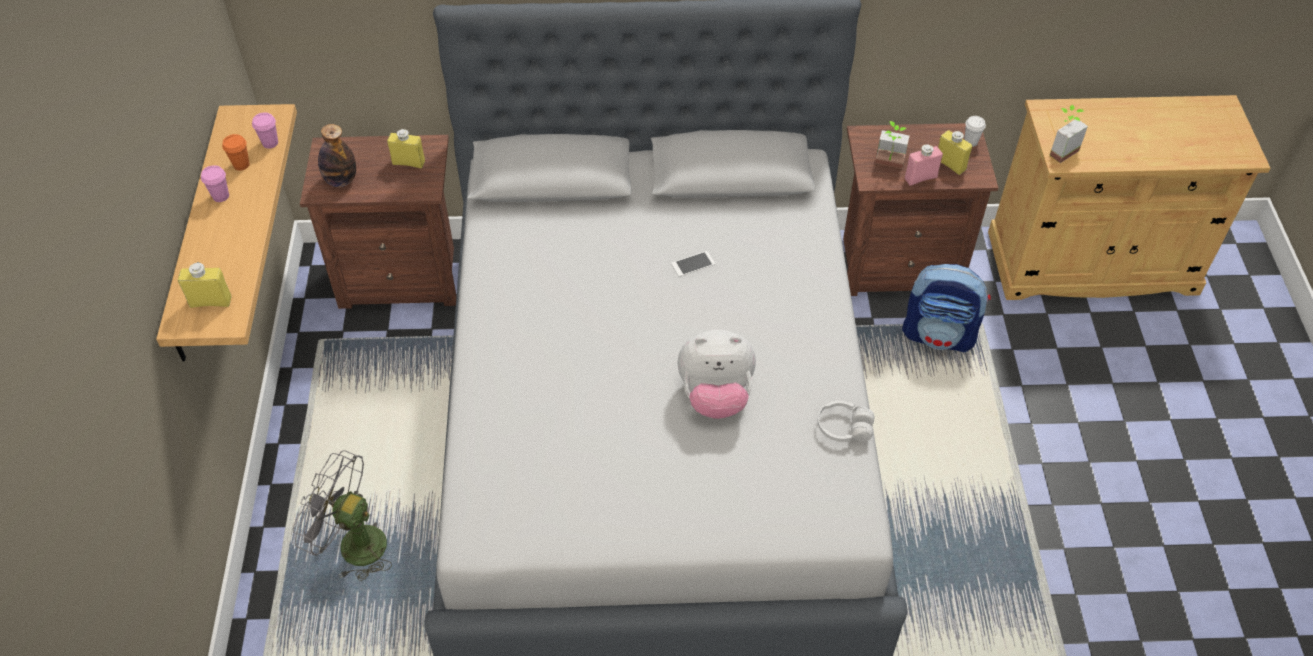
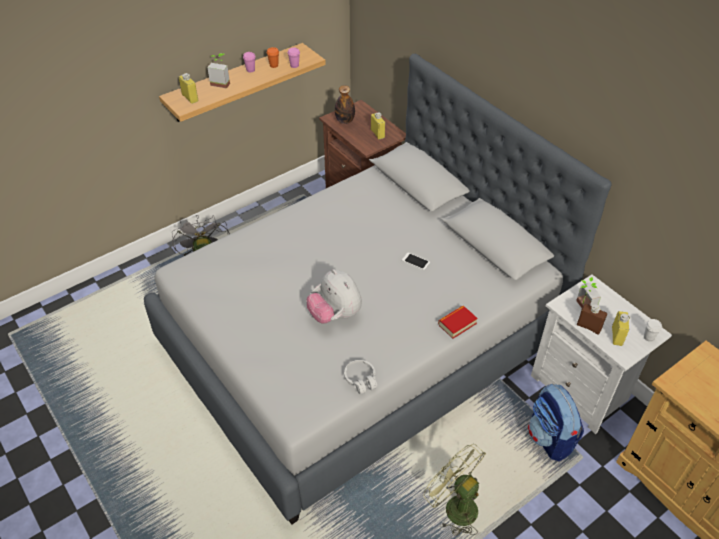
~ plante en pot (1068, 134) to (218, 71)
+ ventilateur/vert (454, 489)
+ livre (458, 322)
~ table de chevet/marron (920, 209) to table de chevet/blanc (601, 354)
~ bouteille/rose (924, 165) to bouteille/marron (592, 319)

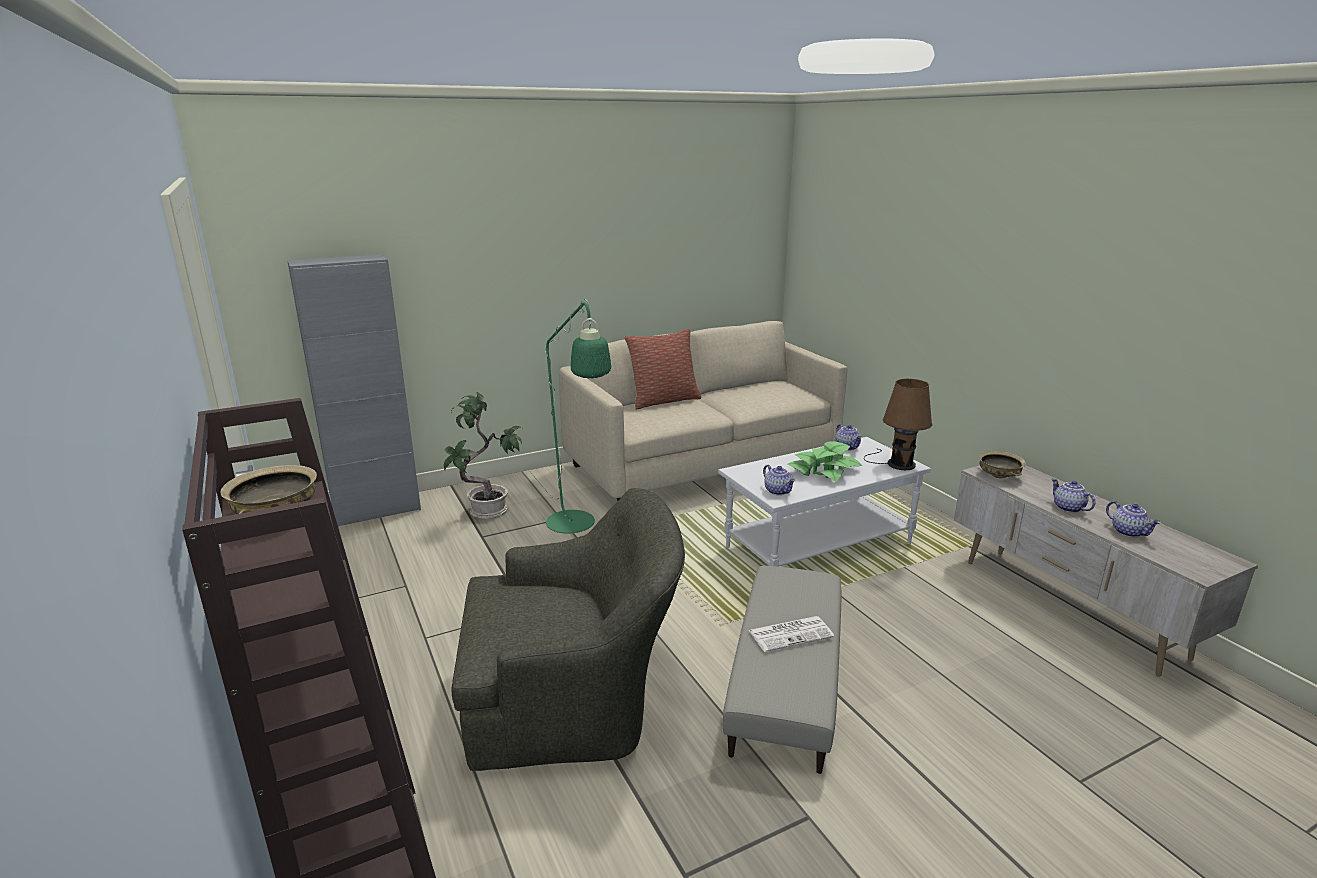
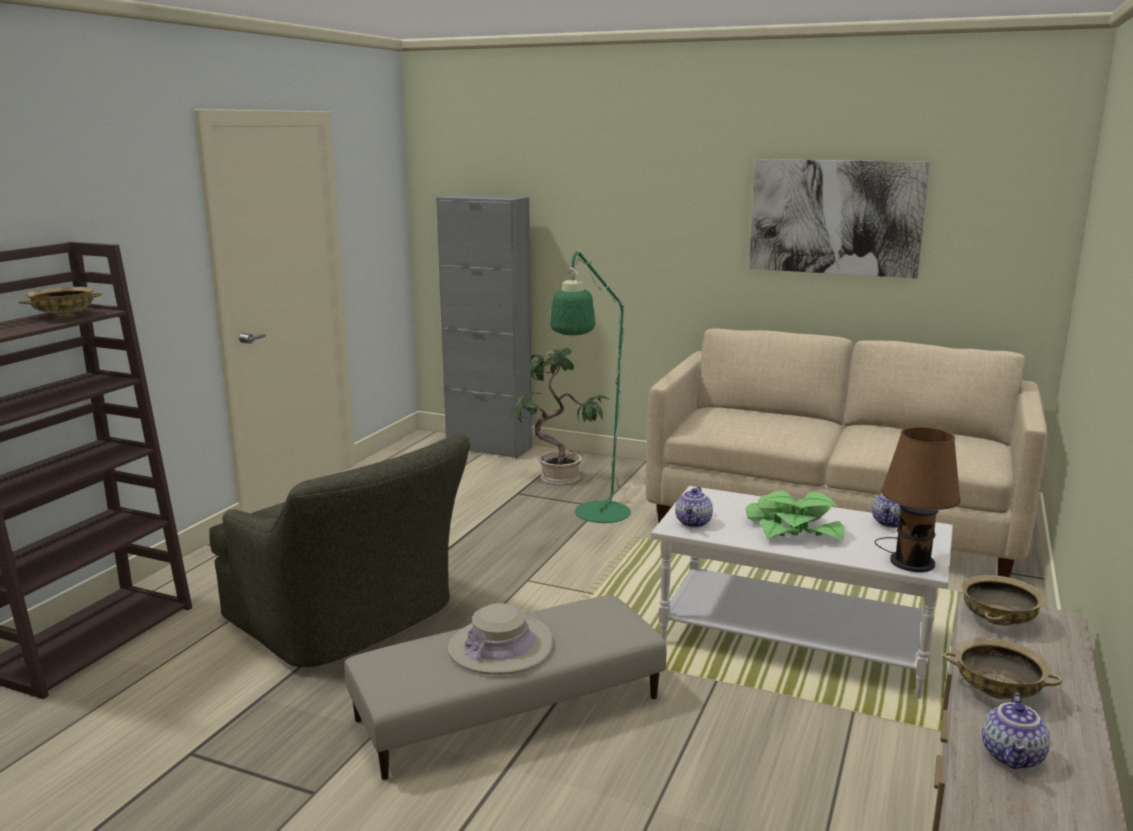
~ journal (791, 634) to chapeau/beige (500, 639)
+ tableau (839, 218)
~ théière (1073, 496) to bol/beige (1002, 668)
- coussin (662, 369)

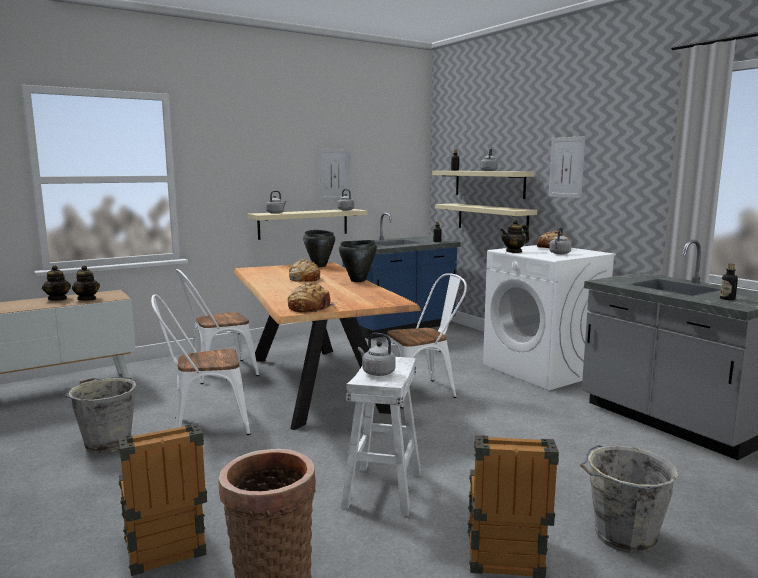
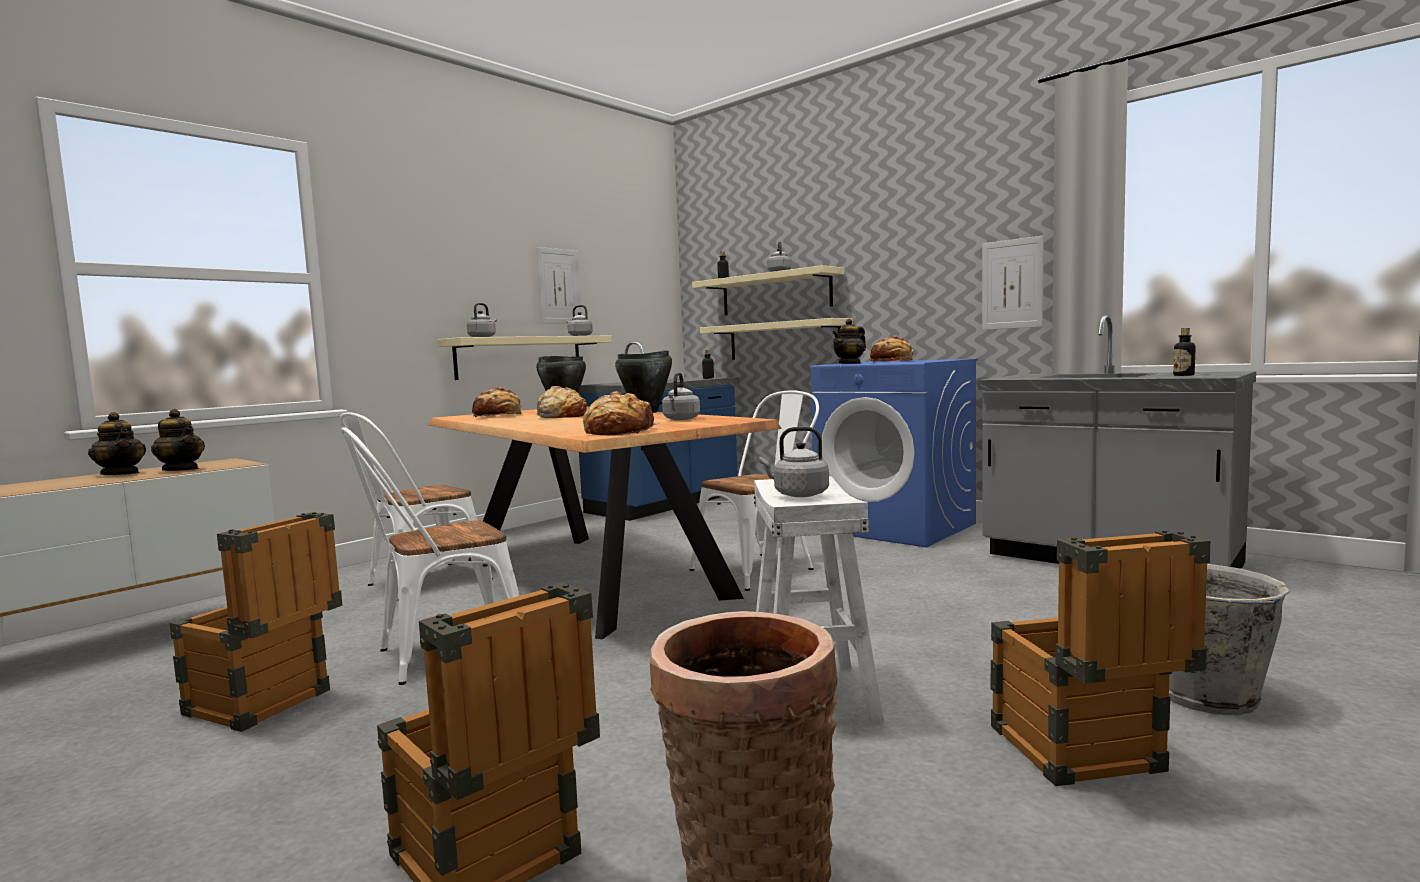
~ seau/gris (100, 415) to caisse (255, 622)
+ pain (496, 402)
~ bouilloire/gris (560, 240) to (681, 396)
~ lave-linge/blanc (549, 318) to lave-linge/bleu (894, 453)
~ tableau (566, 167) to (1013, 283)

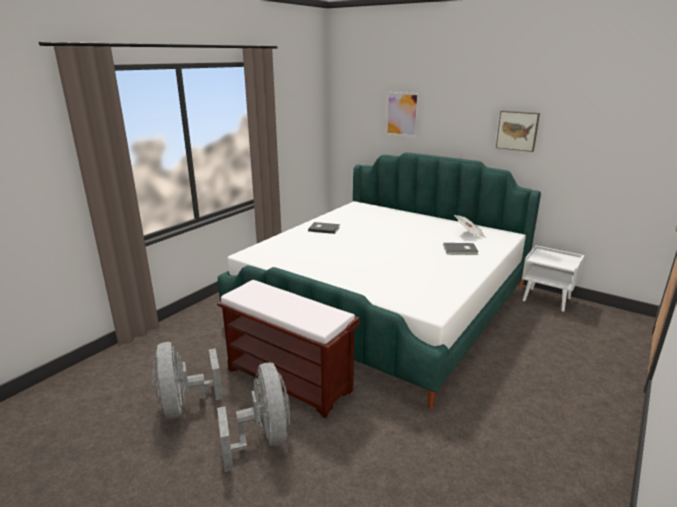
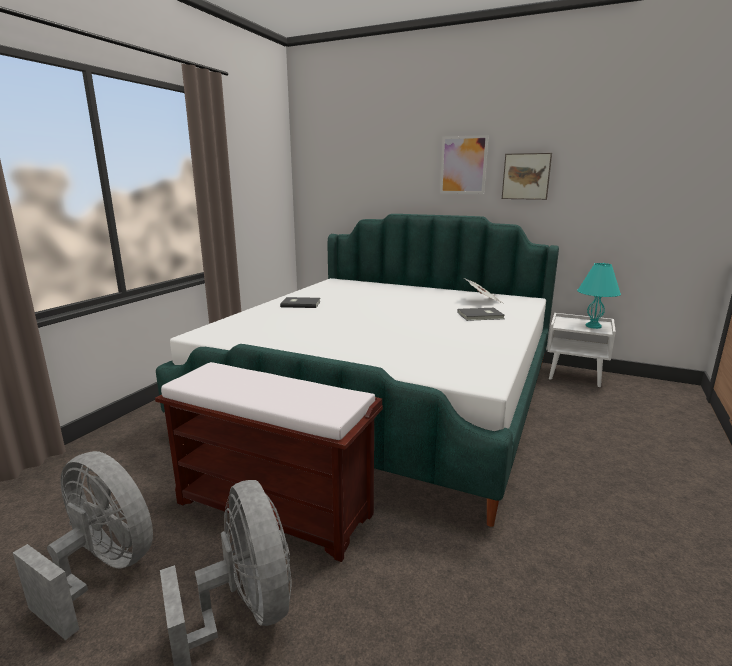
~ ventilateur/gris (187, 380) = (83, 545) 150 degrees clockwise
~ tableau (403, 115) to (464, 164)
+ lampe de table/turquoise (599, 296)

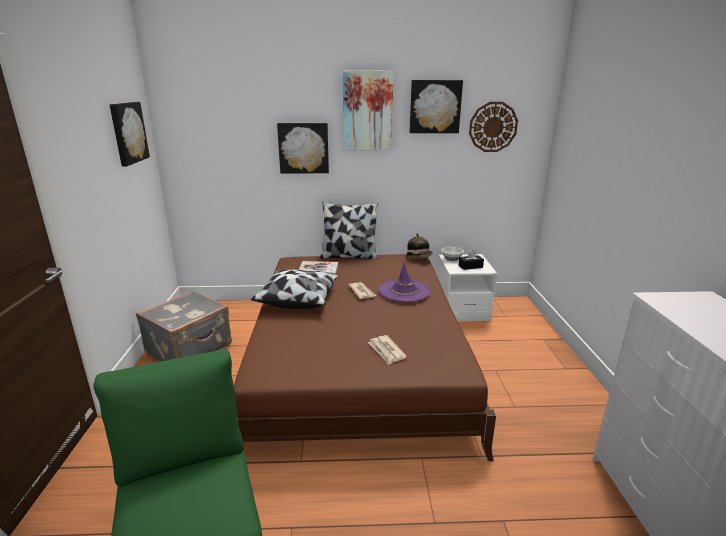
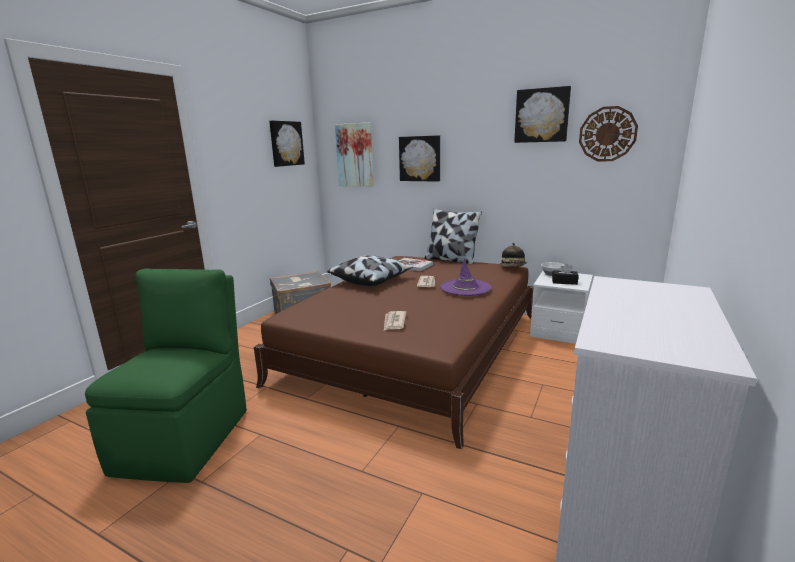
~ tableau (368, 110) to (354, 155)

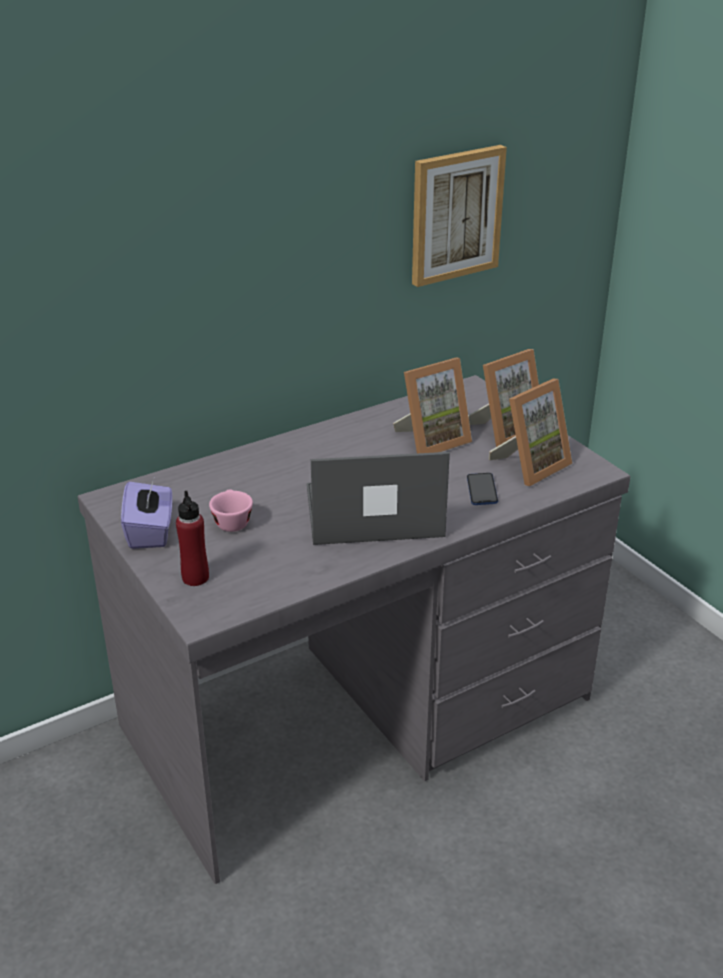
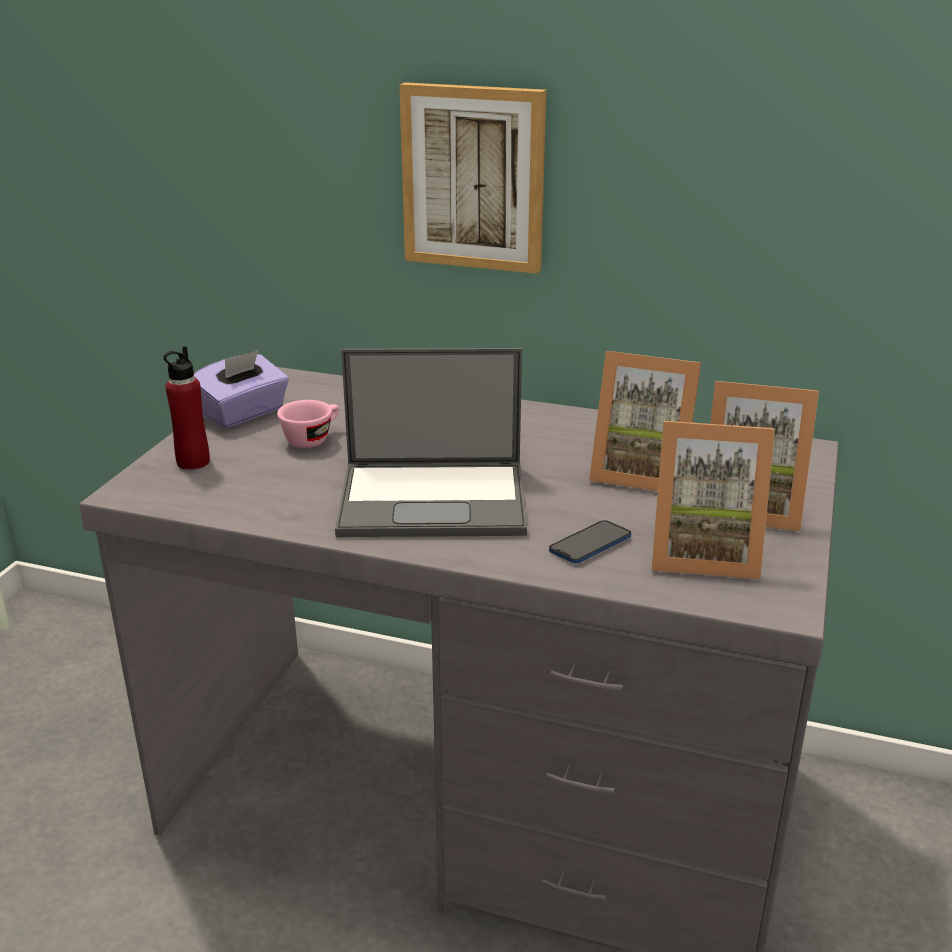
~ ordinateur portable (378, 498) = (431, 442) 135 degrees clockwise
~ tableau (459, 216) to (472, 178)

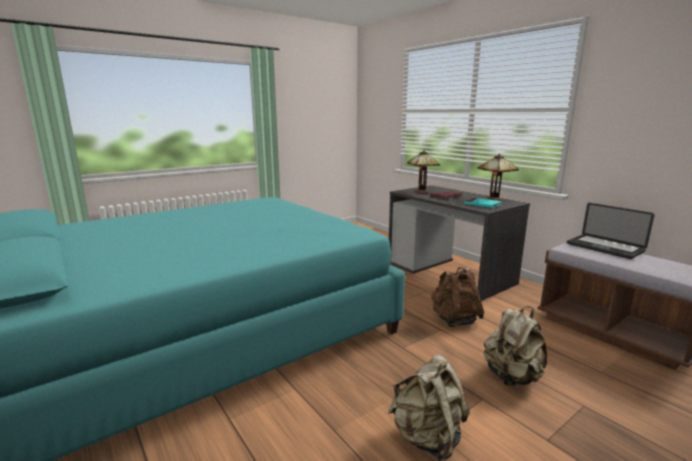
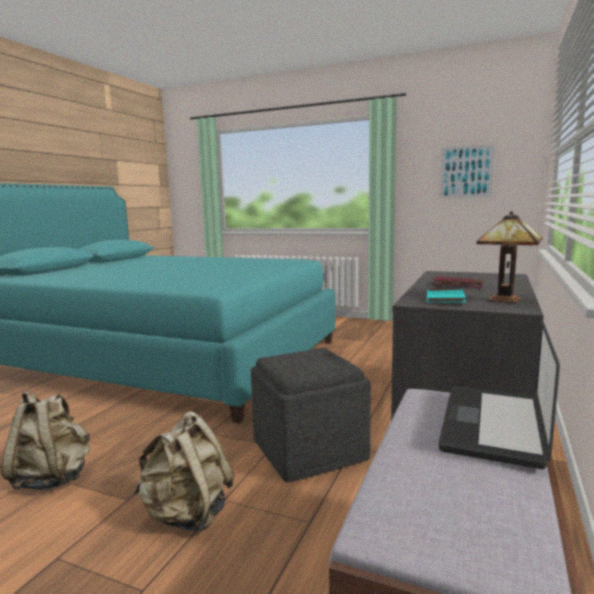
~ sac à dos/marron (457, 297) to pouf/gris (311, 415)
+ tableau (467, 171)
- lampe de table (423, 171)

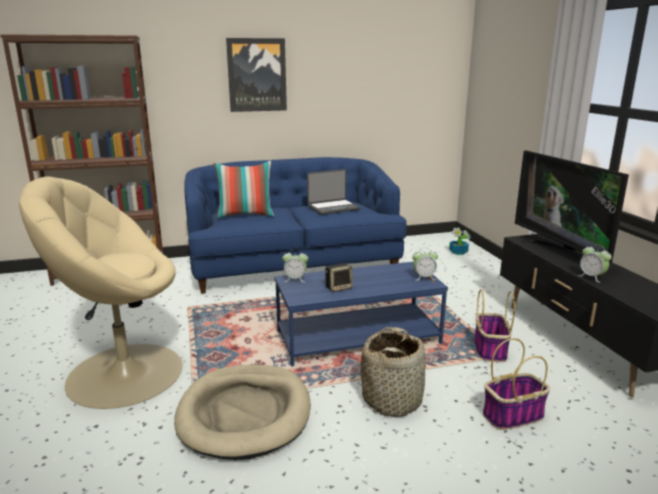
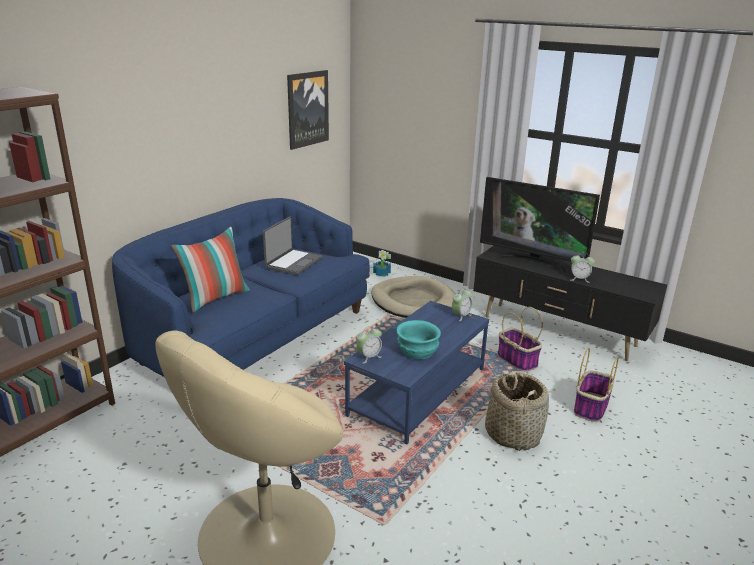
~ tableau (256, 75) to (308, 110)
~ panier pour chien/beige (242, 412) to (413, 297)
~ enceinte (339, 277) to bol/turquoise (419, 339)

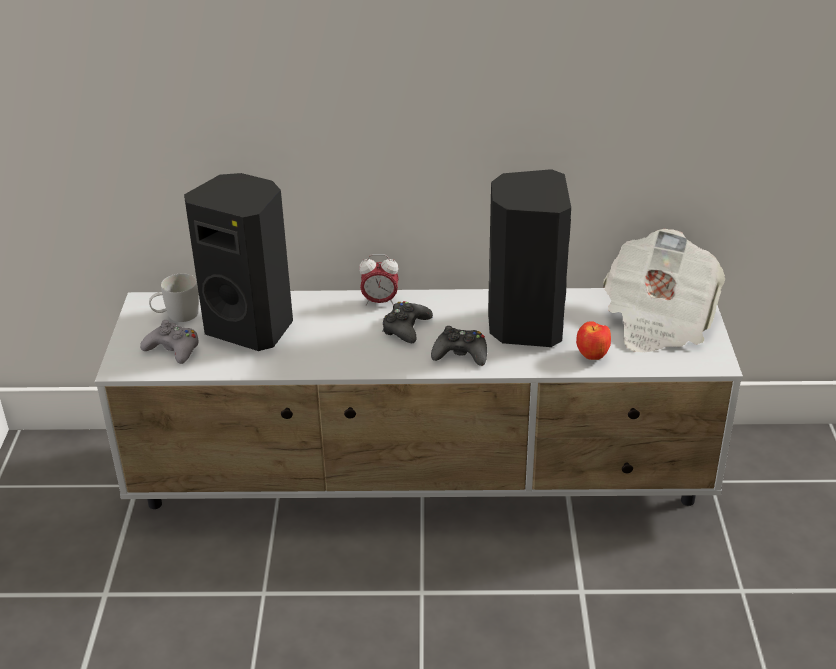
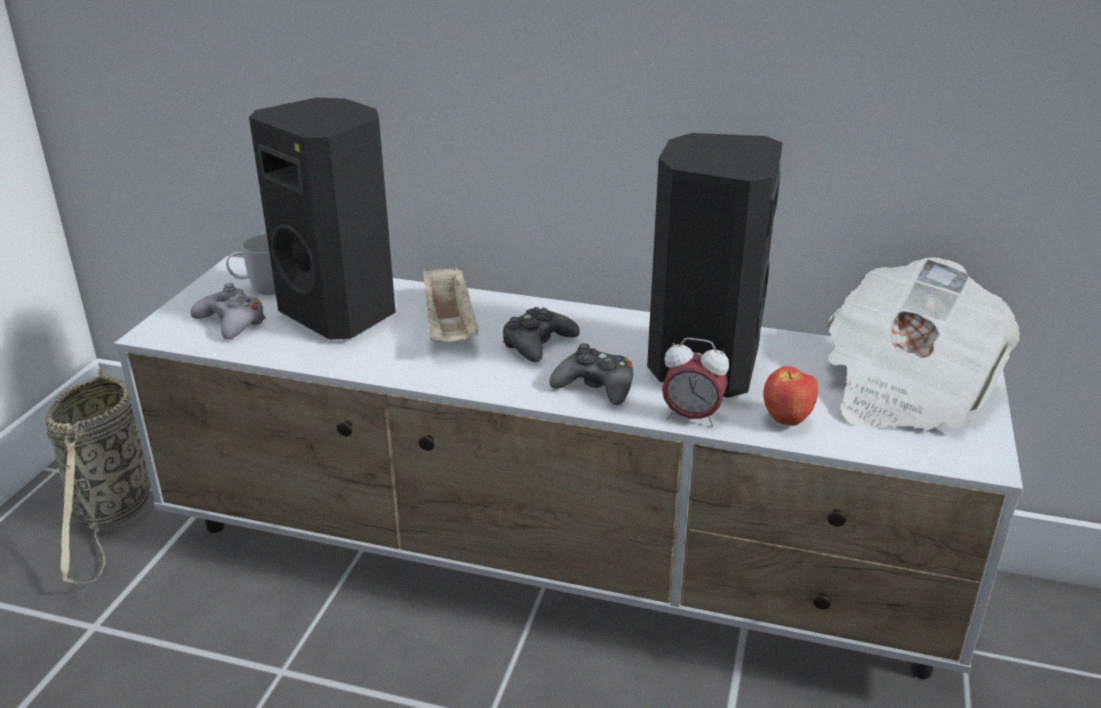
+ panier (98, 476)
+ plateau/beige (451, 304)
~ réveil (379, 280) to (695, 382)

